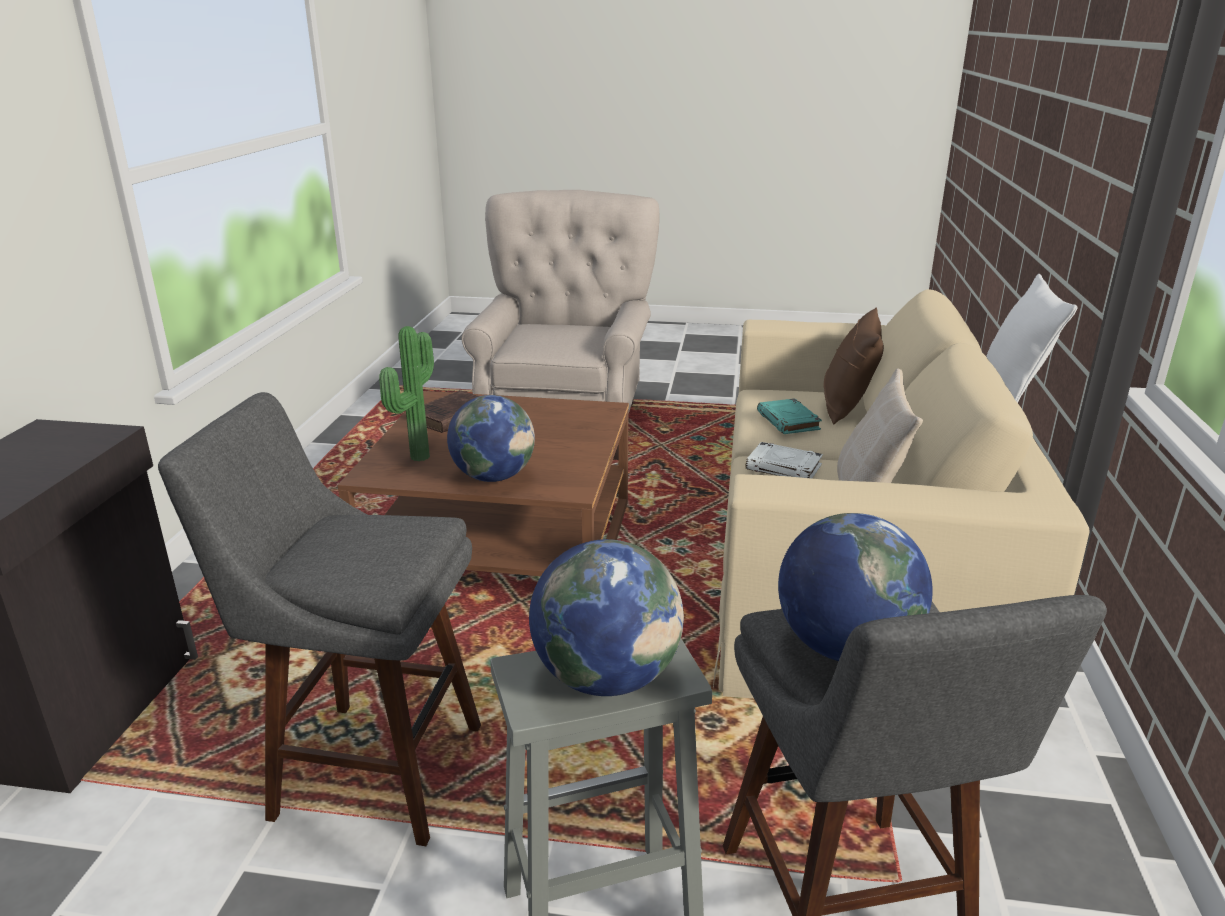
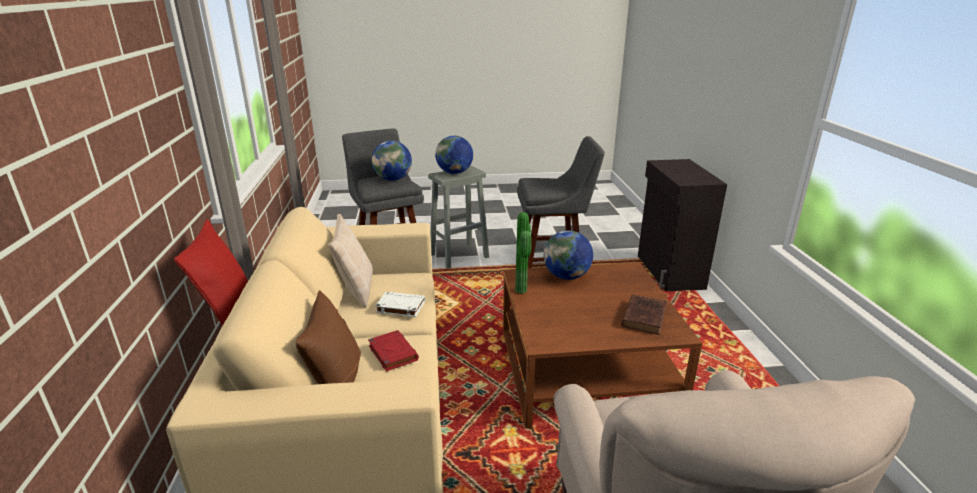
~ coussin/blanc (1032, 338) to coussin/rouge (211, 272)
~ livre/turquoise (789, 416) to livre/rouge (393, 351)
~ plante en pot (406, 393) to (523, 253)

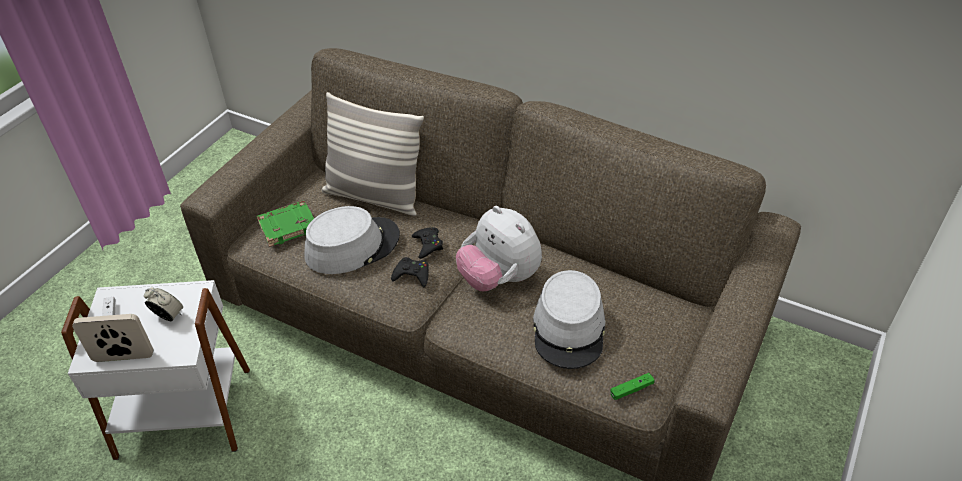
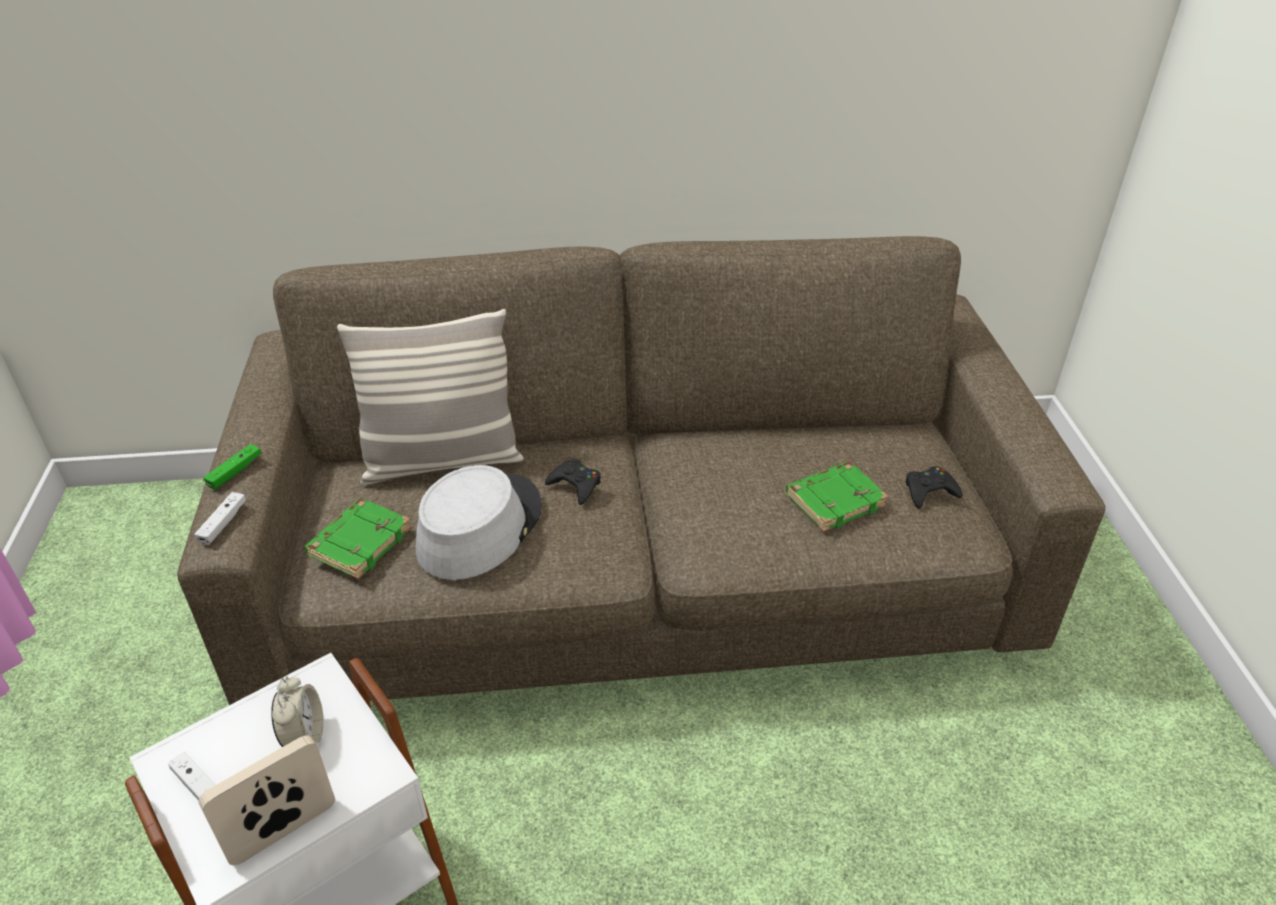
+ manette/blanc (220, 518)
~ manette/vert (632, 386) to (232, 467)
~ réveil (163, 304) = (297, 711) 90 degrees clockwise
~ chapeau/gris (569, 319) to livre/vert (837, 496)
~ manette/noir (409, 272) to (934, 487)
- peluche (499, 248)

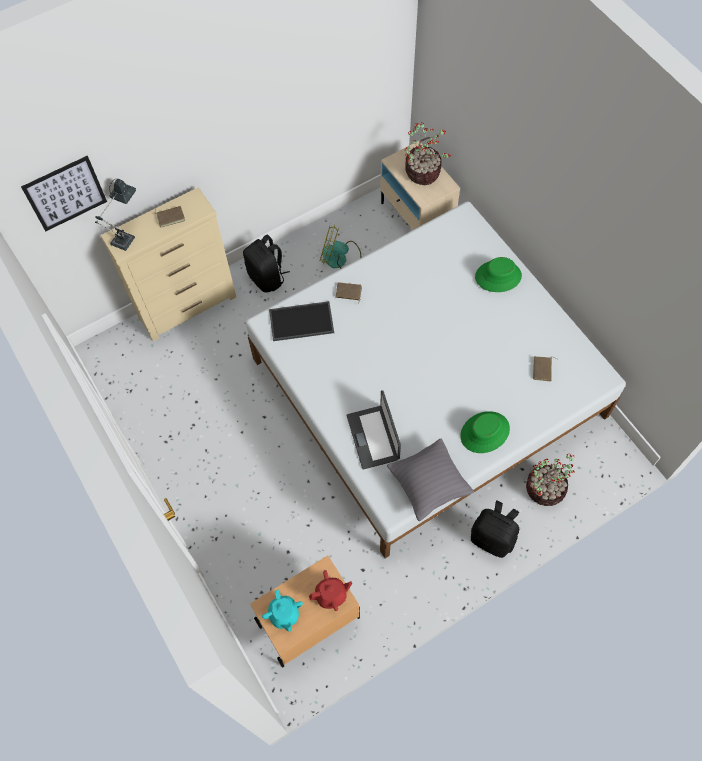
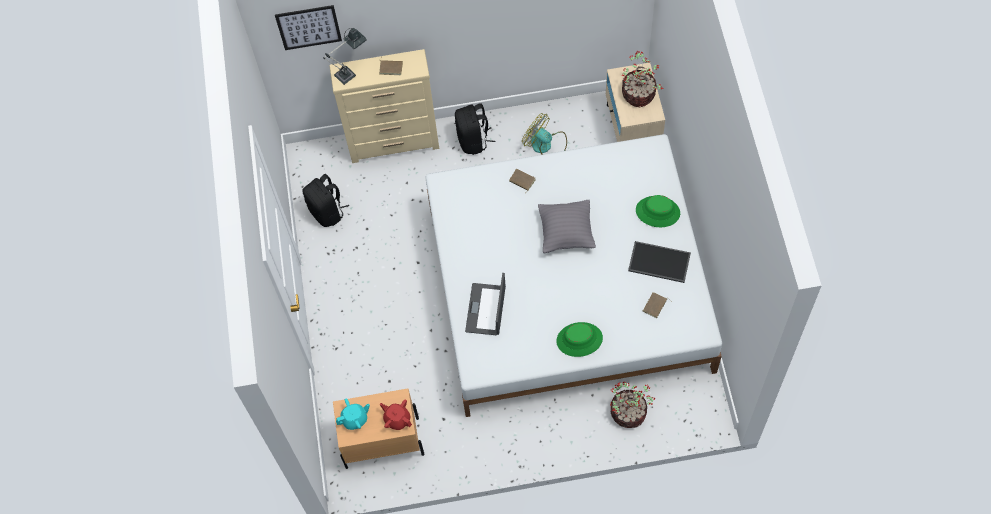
~ sac à dos/noir (495, 529) to (325, 200)
~ théière/turquoise (282, 611) = (353, 414) 120 degrees counterclockwise
~ théière/rouge (330, 590) = (396, 414) 150 degrees counterclockwise
~ coussin/gris (430, 479) to (567, 227)
~ plateau (301, 321) to (659, 262)

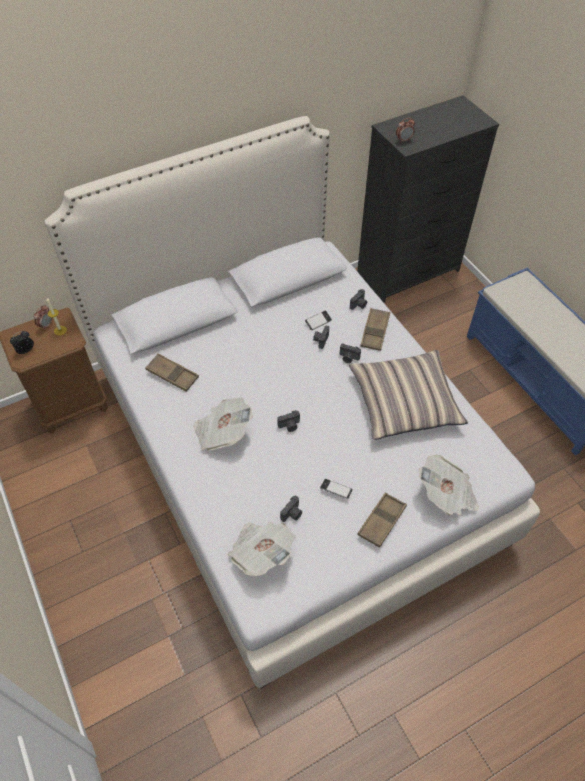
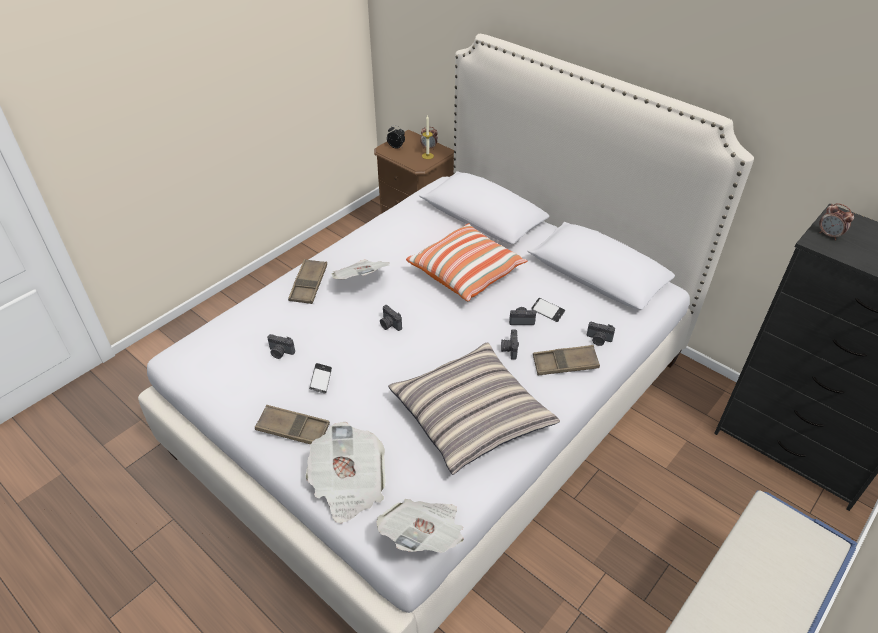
~ plateau/marron (172, 372) to (307, 281)
~ journal (262, 549) to (420, 526)
+ coussin (467, 262)

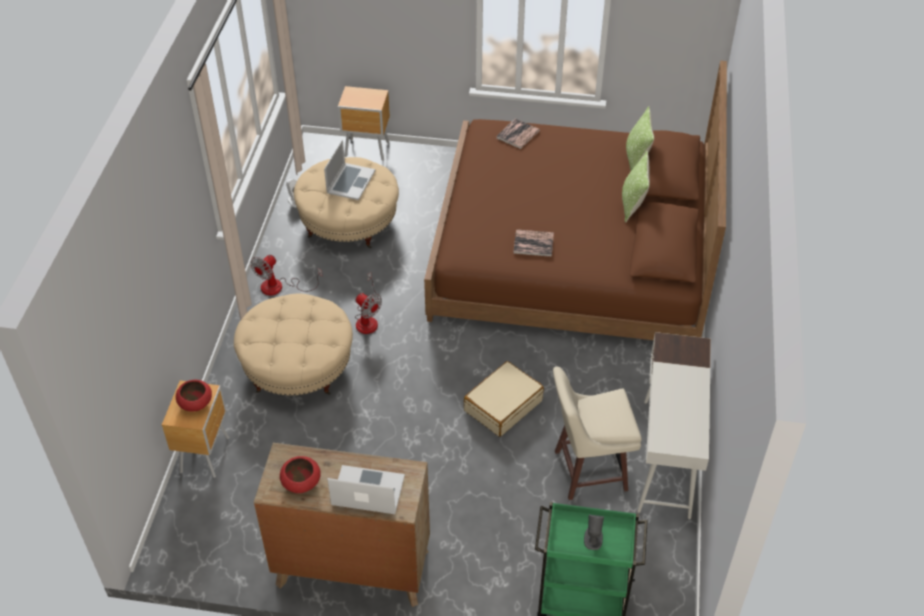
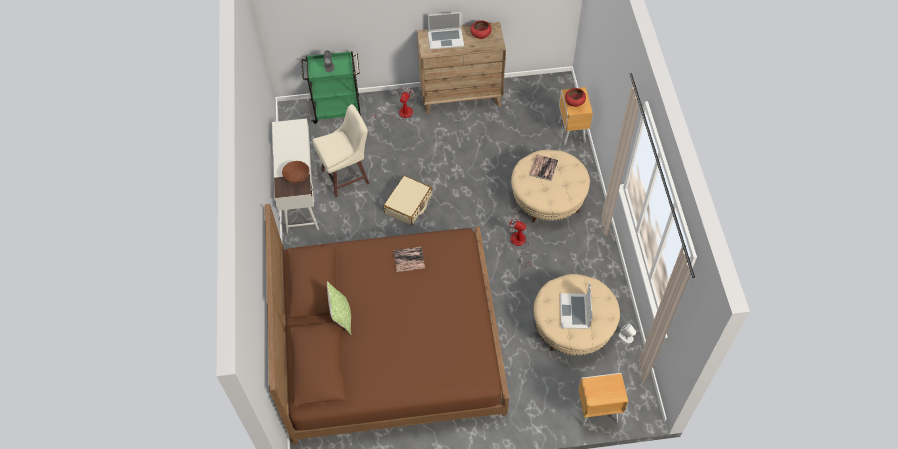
+ bol/marron (296, 172)
~ ventilateur (286, 275) to (393, 104)
~ livre (518, 134) to (544, 167)
- coussin (640, 138)

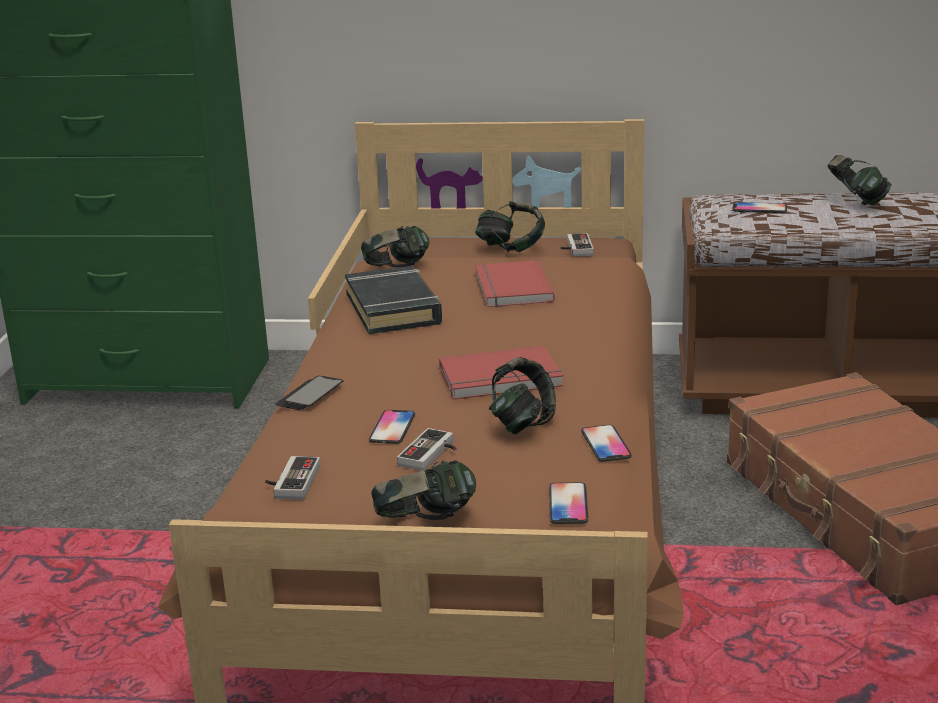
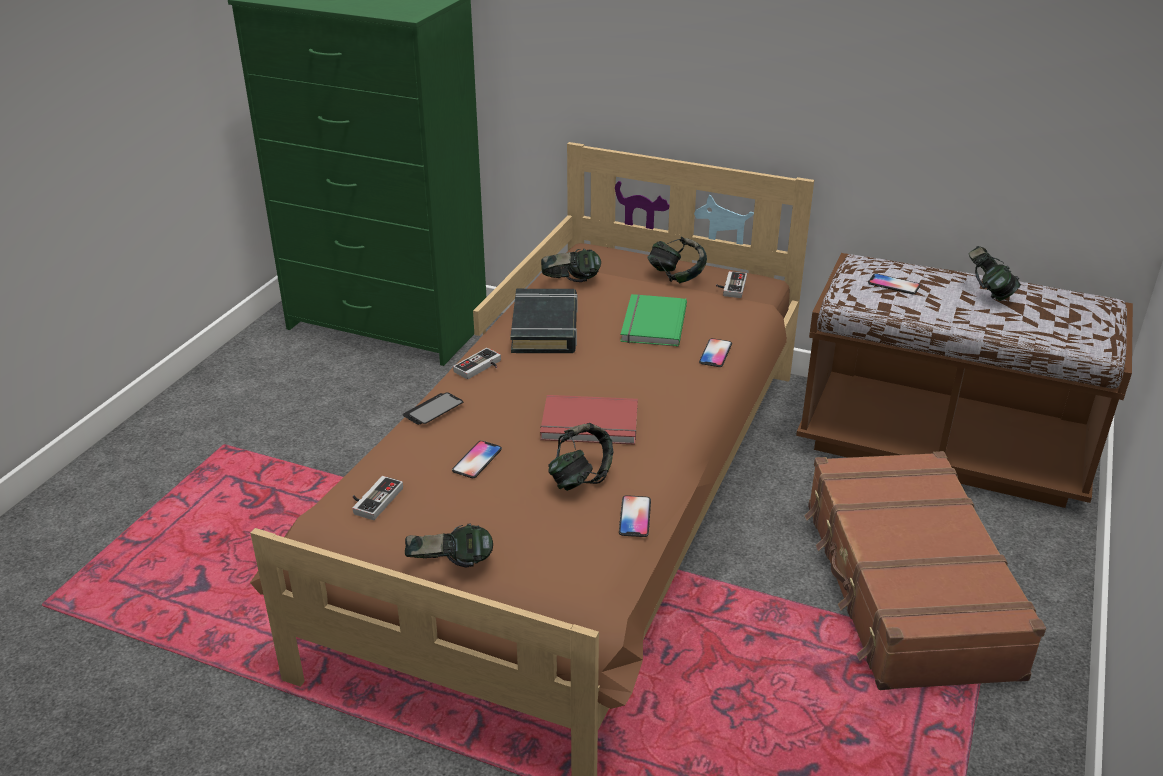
~ manette (427, 449) to (477, 363)
~ livre/rouge (515, 283) to livre/vert (653, 320)
~ téléphone (568, 503) to (715, 352)

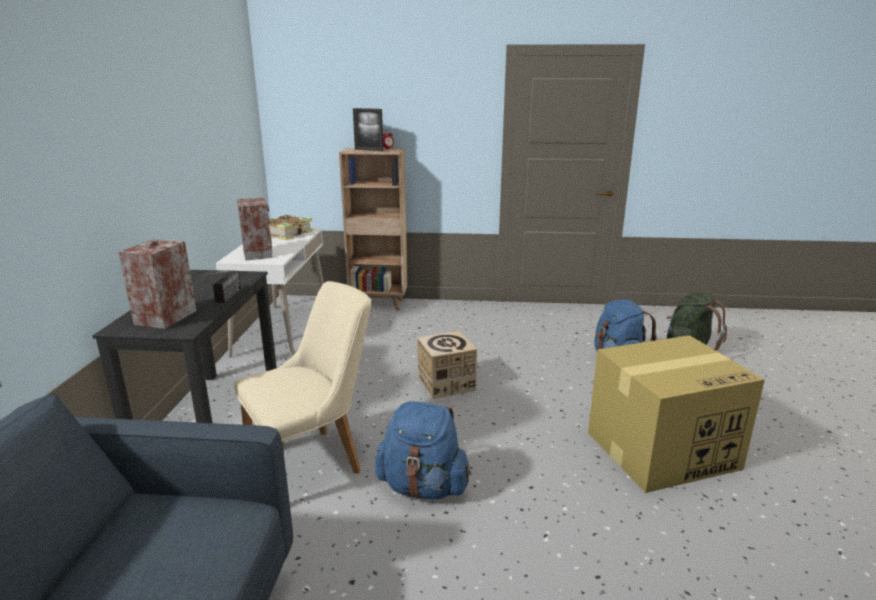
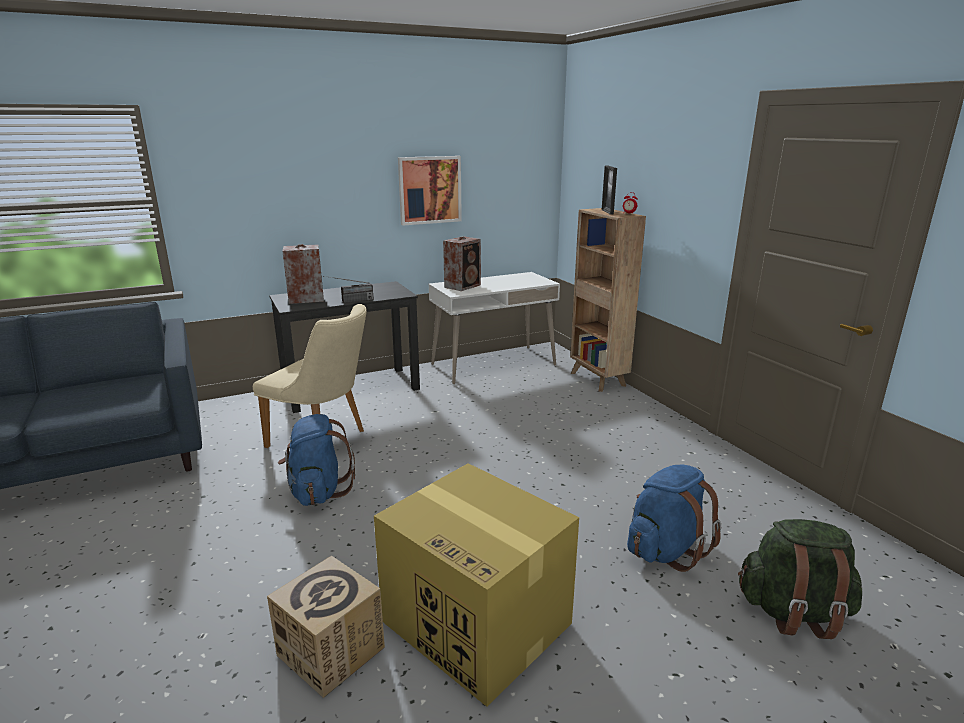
~ carton (447, 365) to (326, 626)
+ tableau (430, 191)
- livre (291, 227)

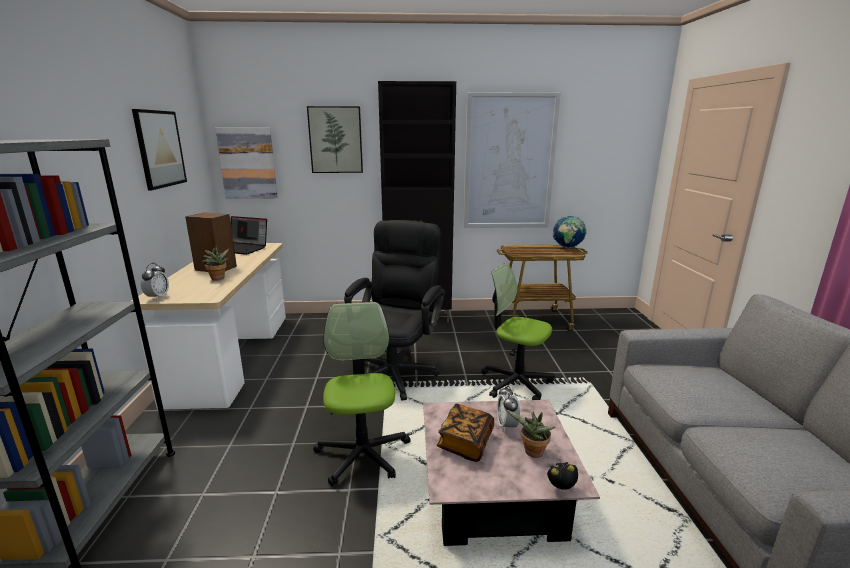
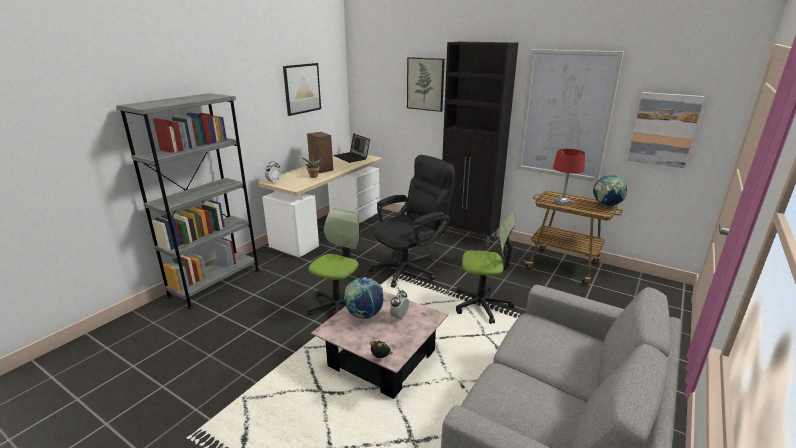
~ livre (465, 433) to globe (363, 298)
~ chaise de bureau (518, 331) = (486, 268) 120 degrees clockwise
+ lampe de table/rouge (569, 177)
~ tableau (246, 163) to (665, 130)
- plante en pot (530, 433)

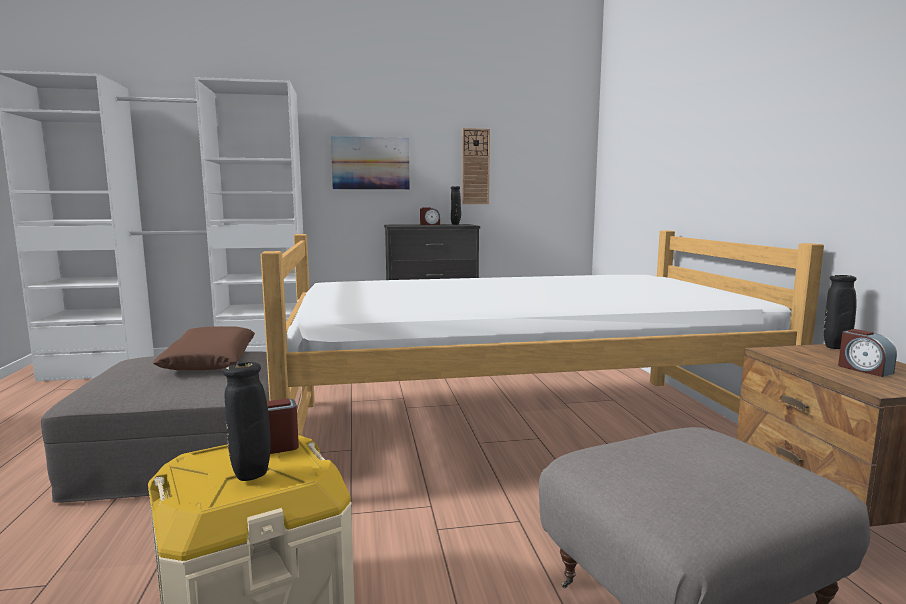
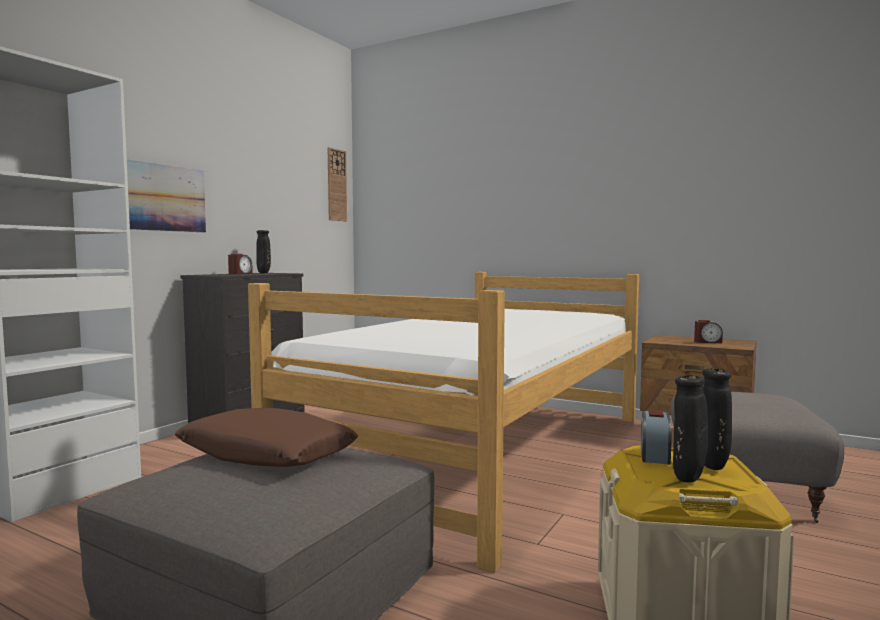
~ horloge murale (476, 166) to (337, 184)
~ vase/noir (840, 312) to (690, 428)

